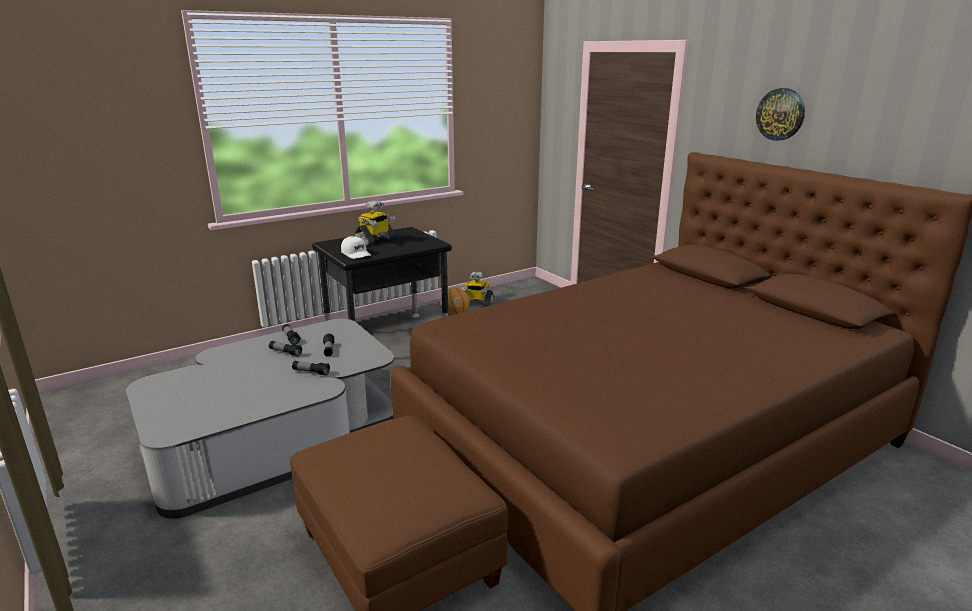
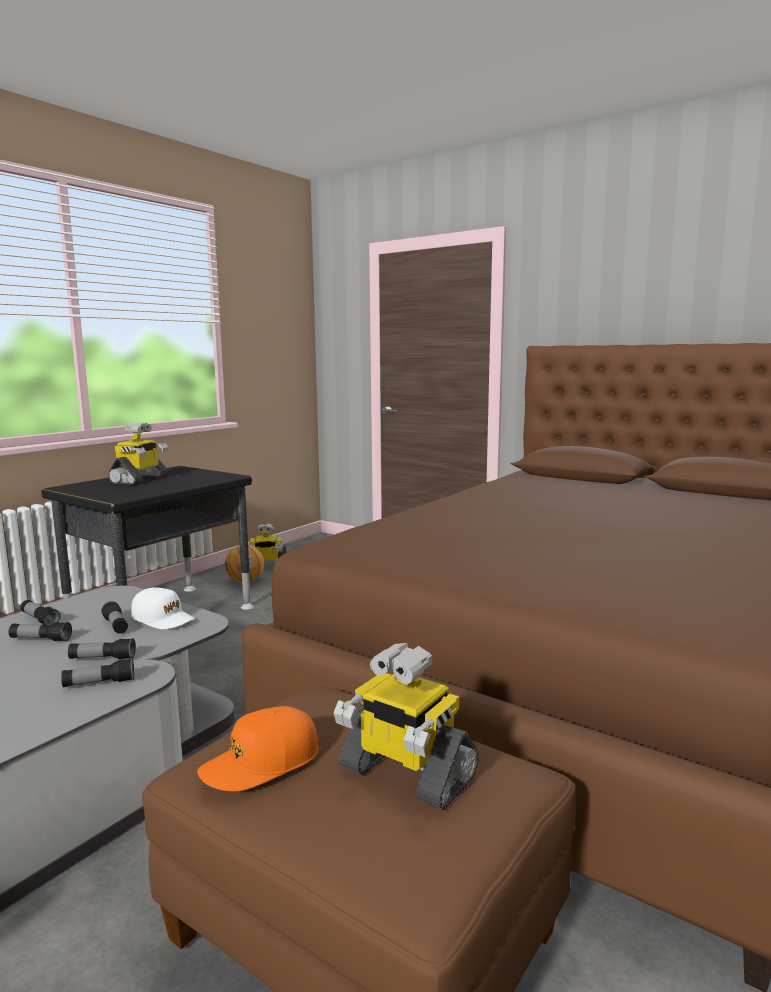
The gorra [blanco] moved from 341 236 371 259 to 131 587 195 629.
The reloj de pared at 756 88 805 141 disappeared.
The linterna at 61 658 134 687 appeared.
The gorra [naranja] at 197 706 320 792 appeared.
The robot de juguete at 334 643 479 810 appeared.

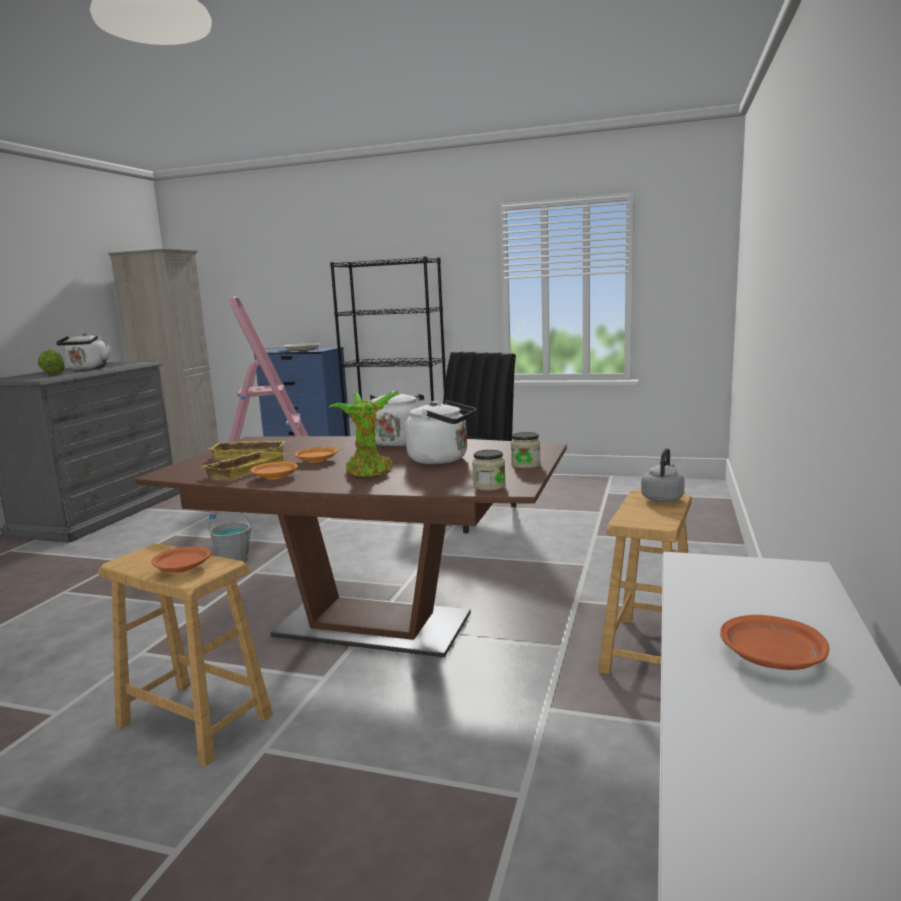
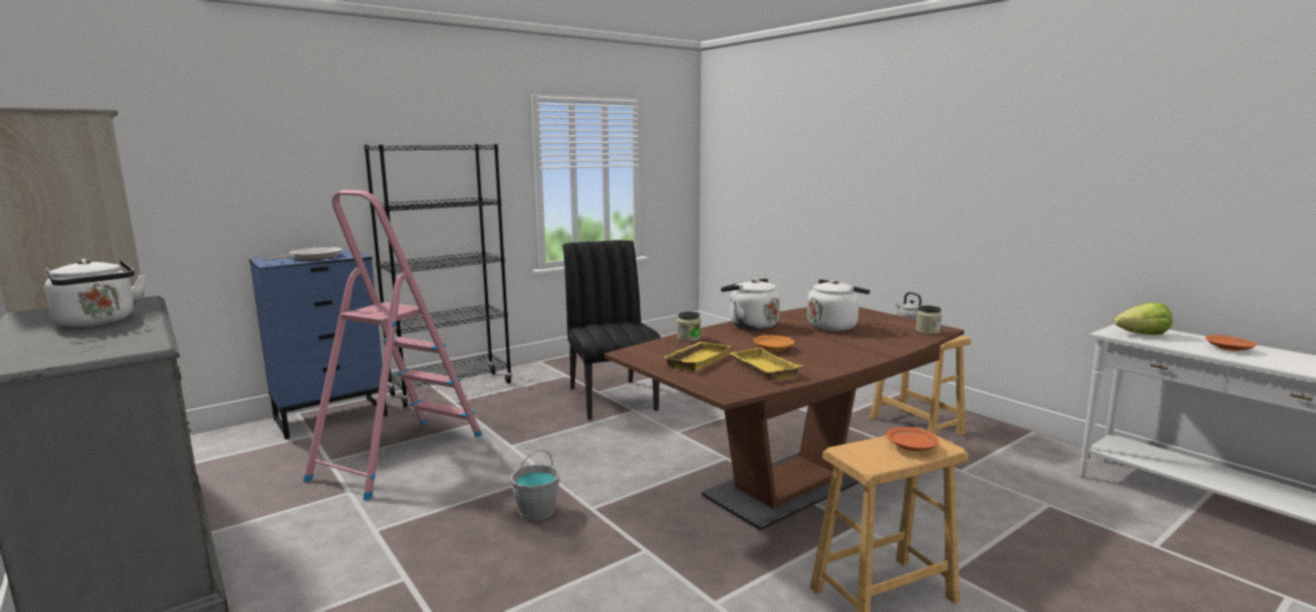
The lechuga moved from 38 350 65 375 to 1114 302 1172 335.
The plato [naranja] at 250 461 298 479 disappeared.
The planta en maceta at 328 392 400 477 disappeared.
The tarro moved from 511 432 541 469 to 677 312 701 342.

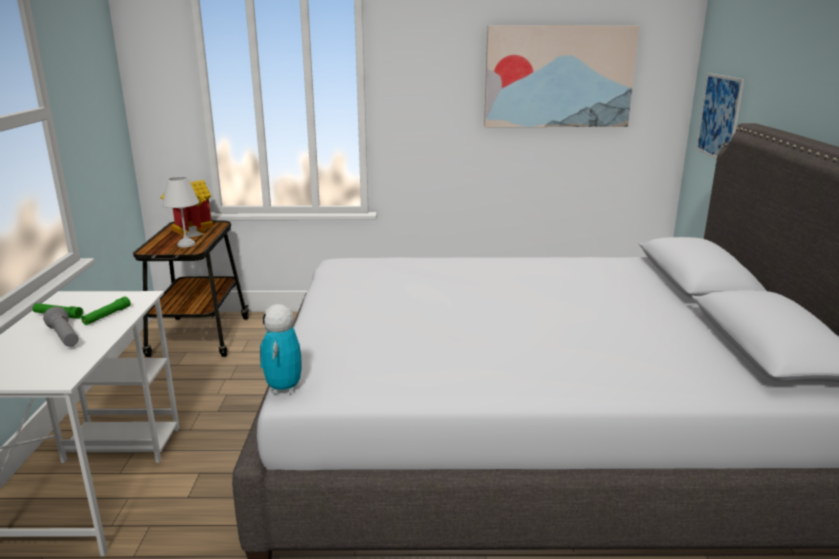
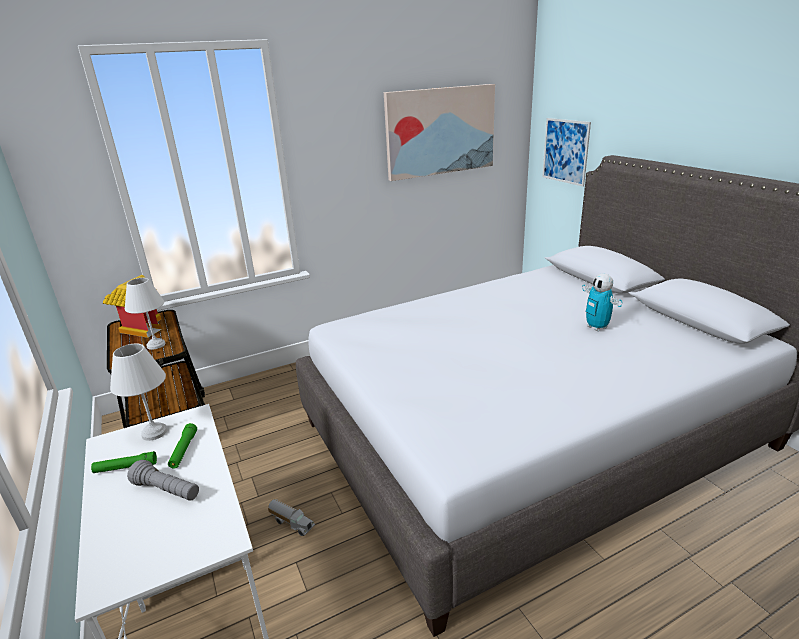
The robot de juguete moved from 260 304 301 393 to 582 273 622 331.
The lámpara de mesa [blanco] at 110 343 167 441 appeared.
The camión de juguete at 268 499 315 536 appeared.

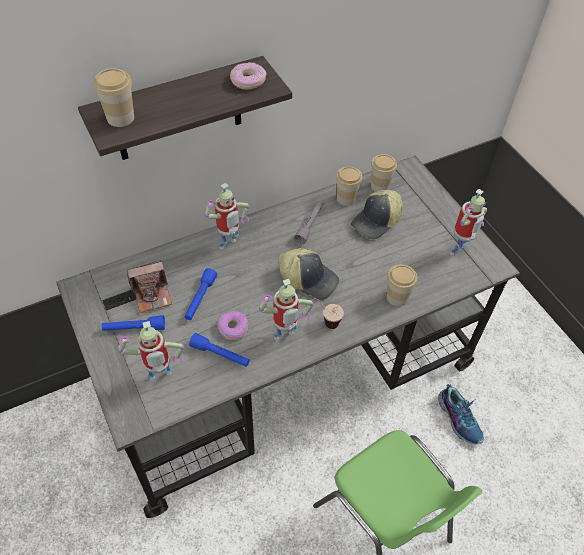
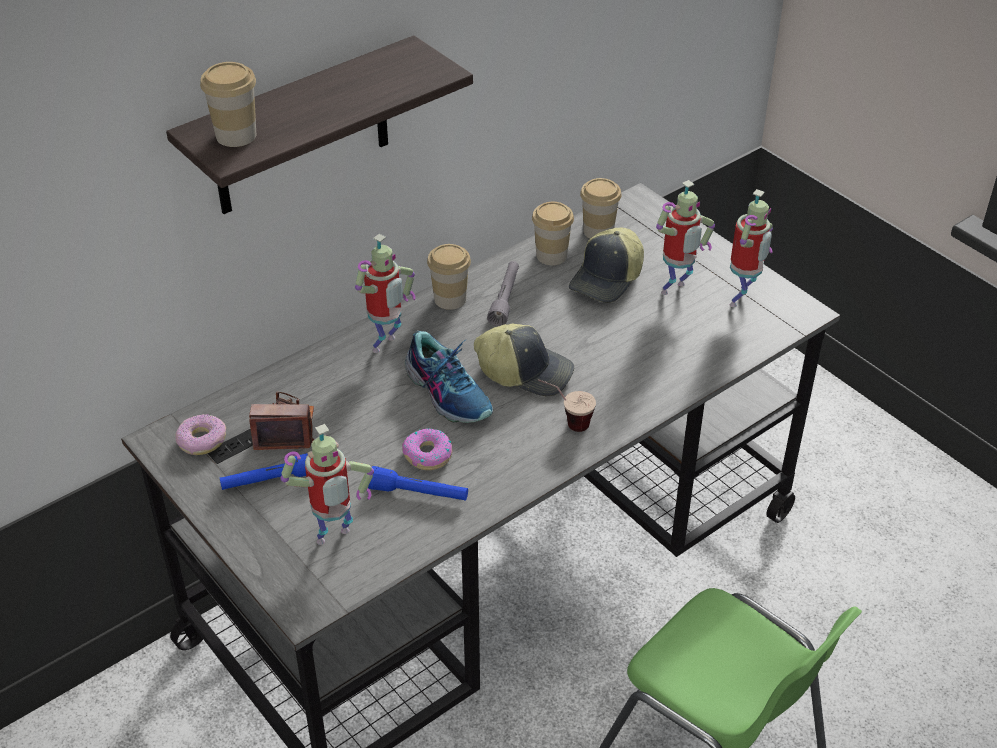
The cámara at 127 260 172 313 turned 150 degrees counterclockwise.
The linterna [azul] at 184 268 217 320 disappeared.
The rosquilla moved from 230 62 266 90 to 175 414 226 455.
The robot de juguete moved from 259 279 314 340 to 656 180 715 295.
The taza moved from 386 264 417 306 to 427 244 471 310.
The zapato moved from 438 384 484 444 to 405 331 493 423.

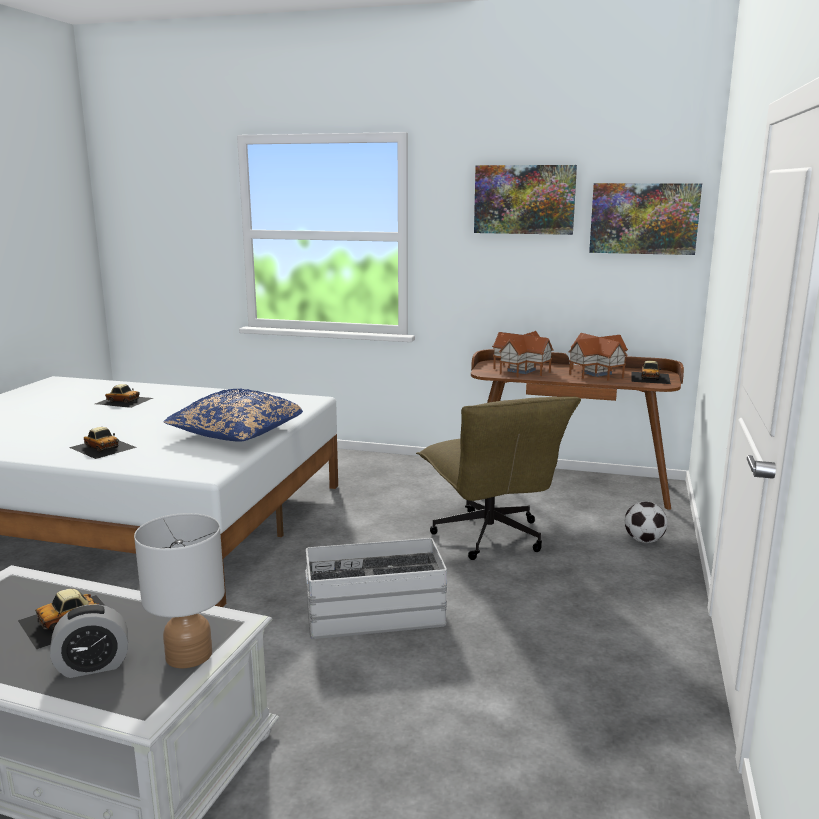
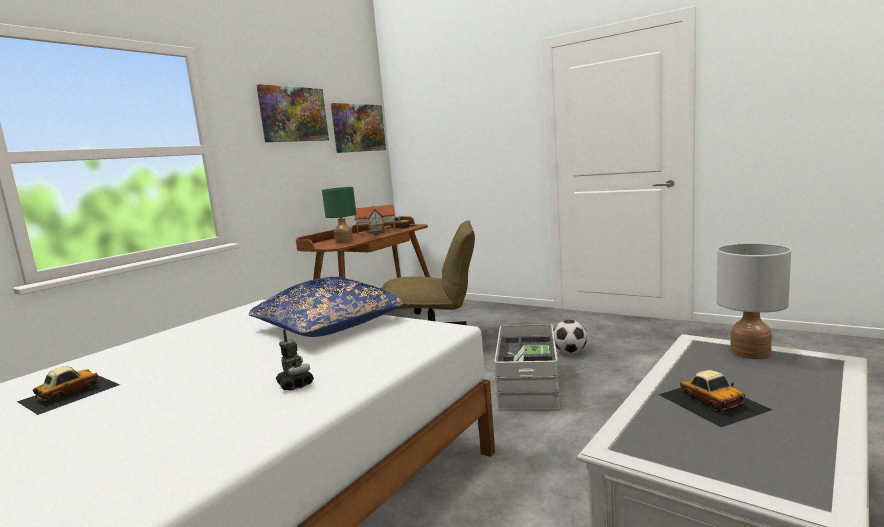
The despertador at 50 604 128 678 disappeared.
The coche de juguete at 69 427 137 459 was replaced by the robot de juguete at 276 329 314 390.
The casita at 492 331 553 377 was replaced by the lámpara de mesa [verde] at 322 187 356 243.
The balón de fútbol moved from 624 501 668 543 to 553 320 587 354.

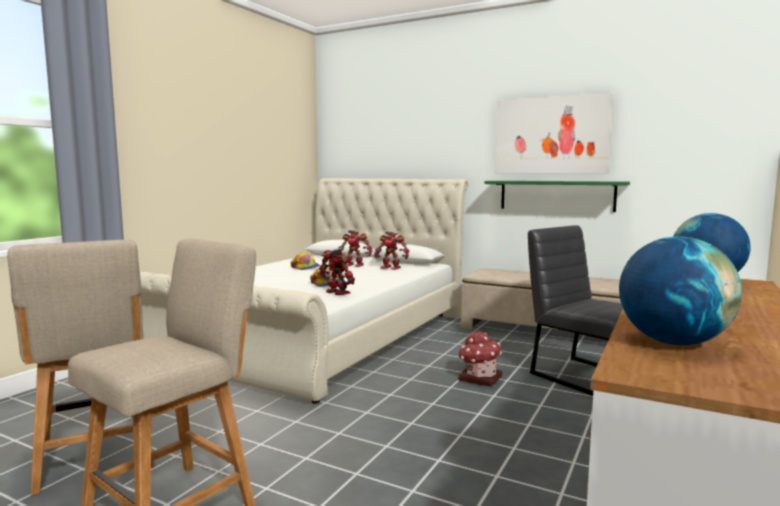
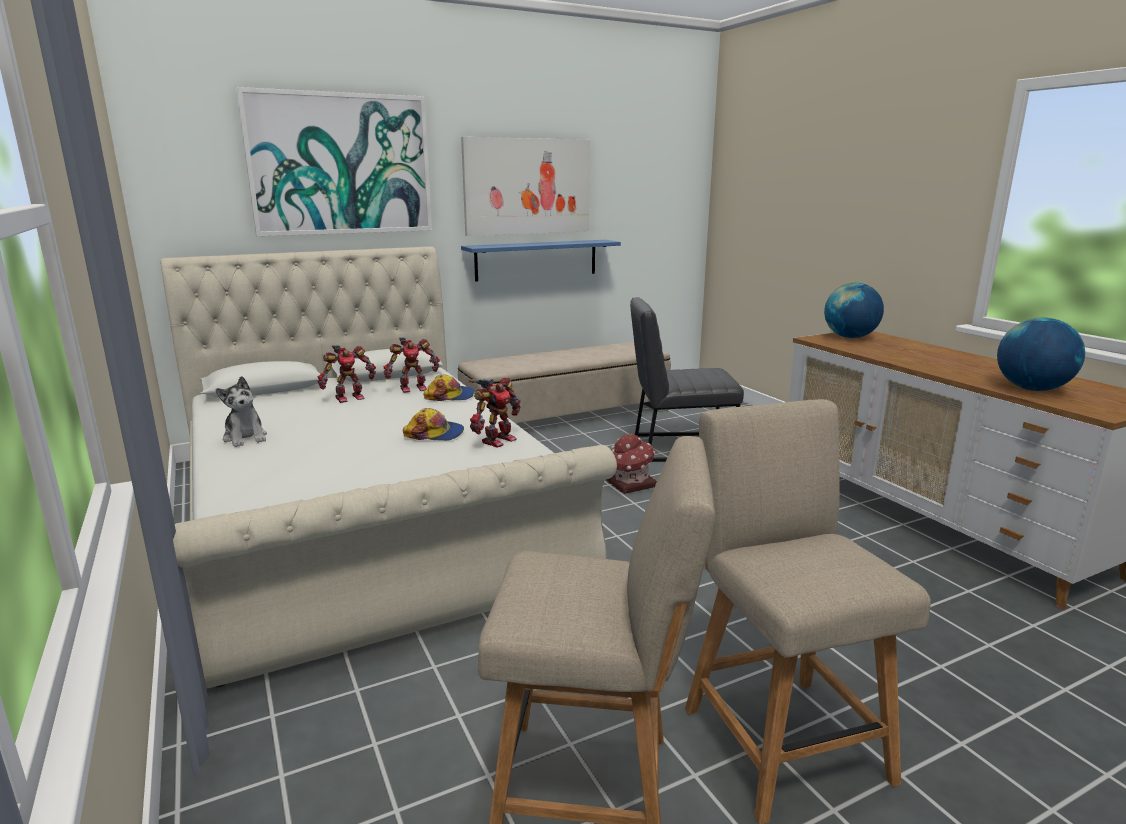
The gorra moved from 290 253 320 270 to 424 374 475 401.
The robot de juguete at 319 248 355 295 turned 135 degrees clockwise.
The estante [verde] at 484 181 630 212 became the estante [azul] at 461 240 621 282.
The peluche at 216 376 267 447 appeared.
The cuadro at 236 87 432 236 appeared.

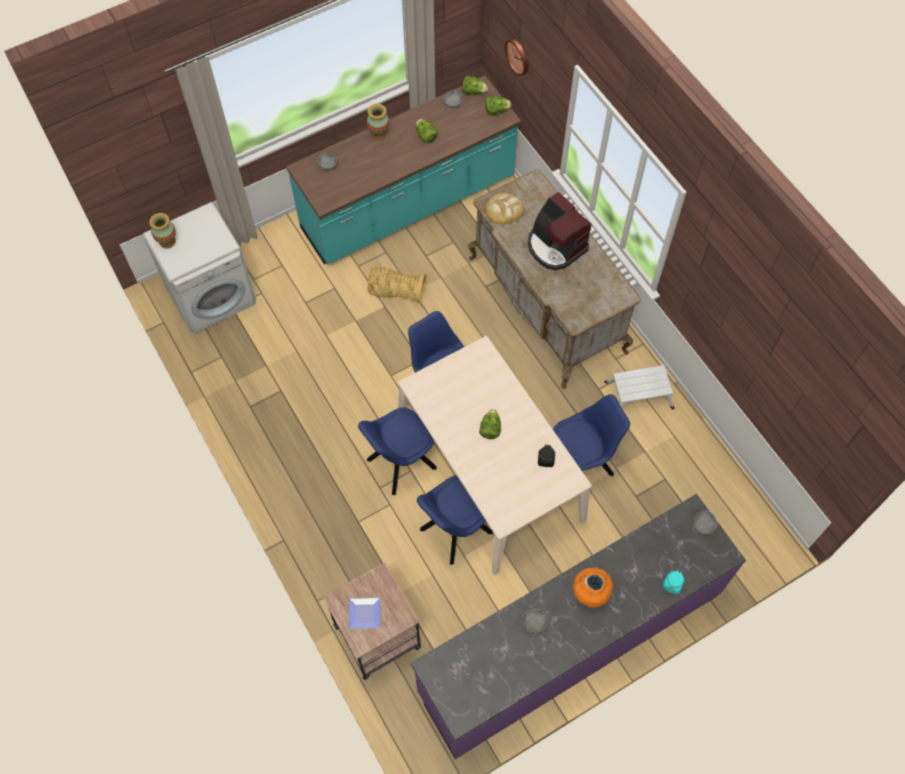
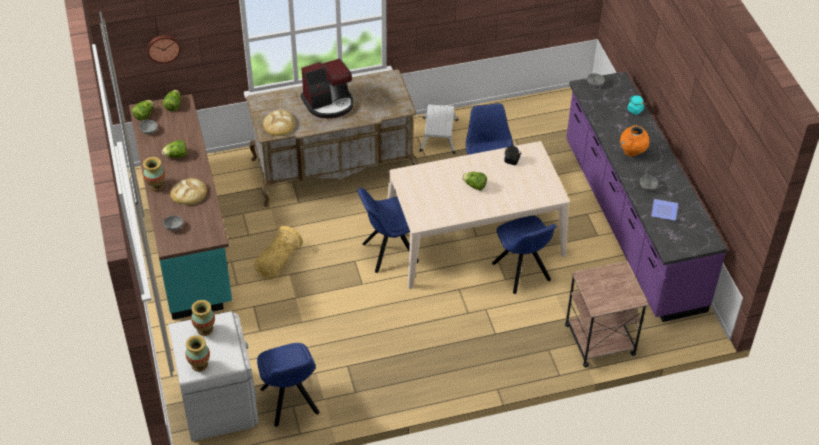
The plato moved from 349 598 380 629 to 651 199 678 221.
The silla [azul] moved from 358 407 437 495 to 257 343 319 427.
The pan at 170 178 207 205 appeared.
The florero at 191 300 215 336 appeared.

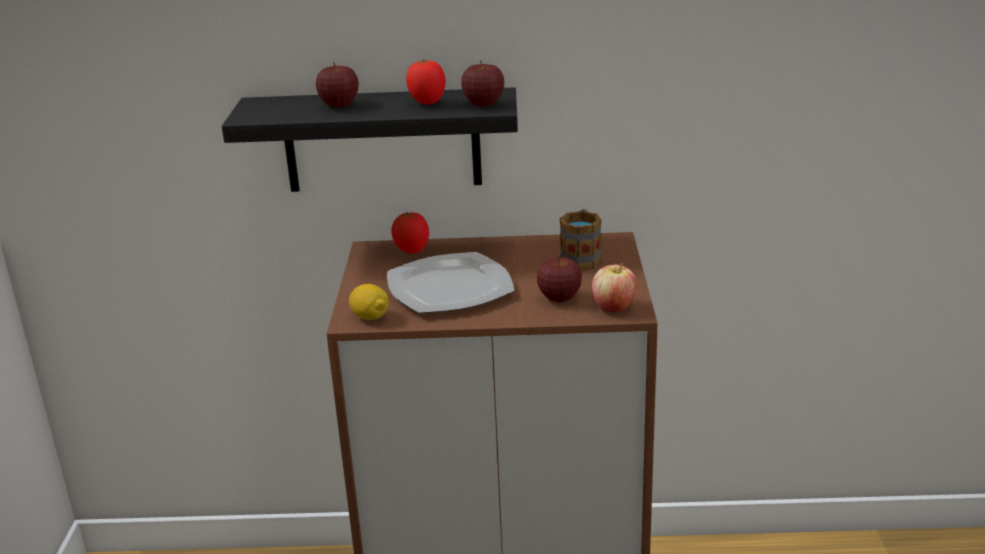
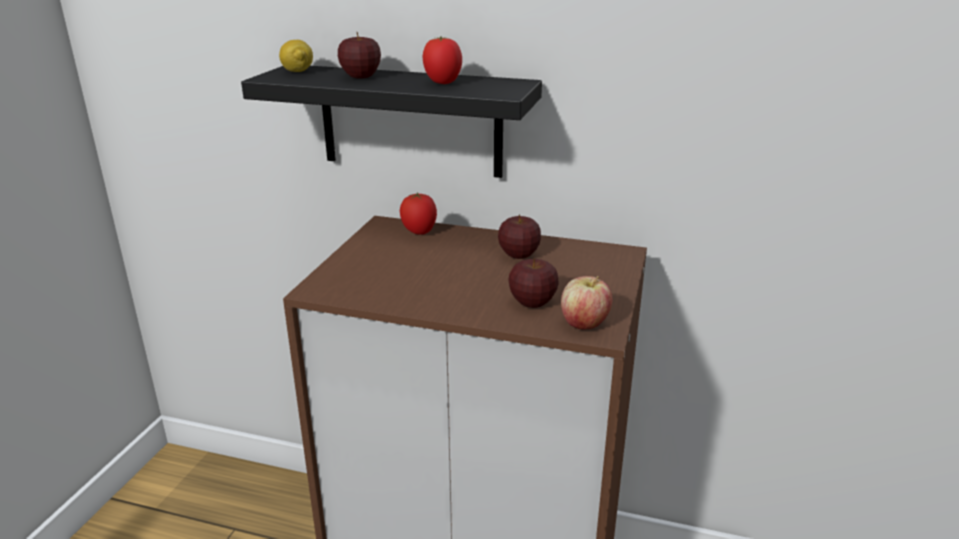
The limón moved from 349 284 389 320 to 279 40 313 72.
The plato at 387 252 515 313 disappeared.
The manzana moved from 461 60 504 106 to 498 214 541 259.
The taza grande at 559 209 602 271 disappeared.

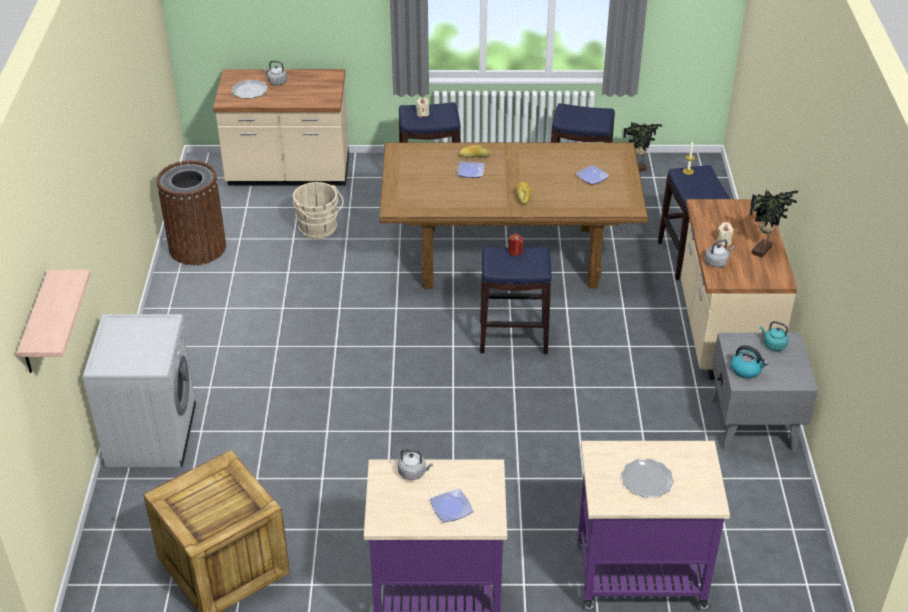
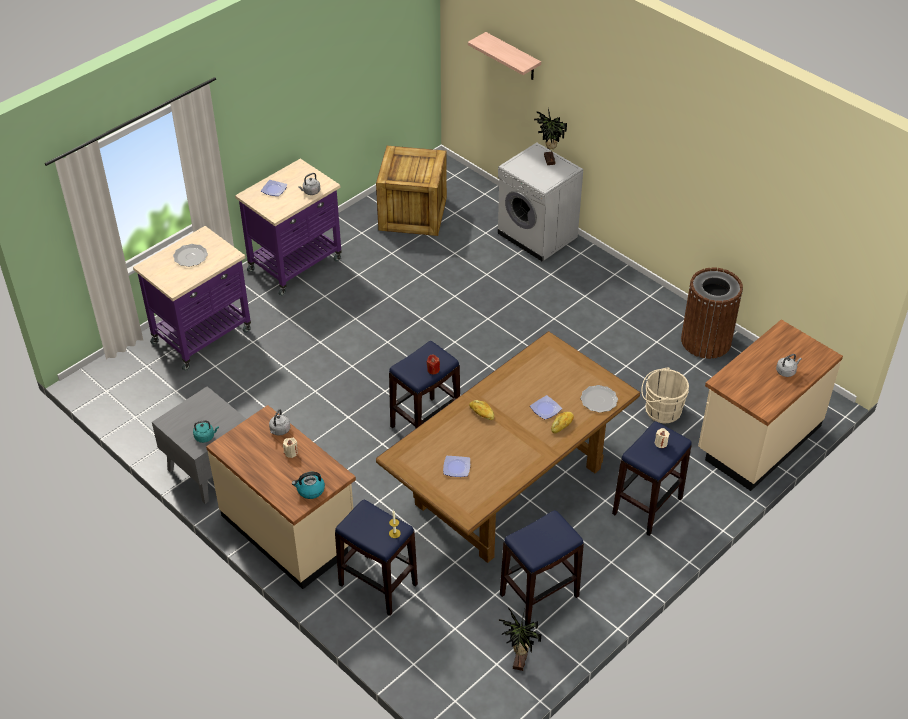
The plato moved from 231 79 268 99 to 580 385 618 413.
The hervidor moved from 731 345 768 378 to 292 472 325 499.
The planta en maceta moved from 749 190 798 258 to 534 109 567 165.

